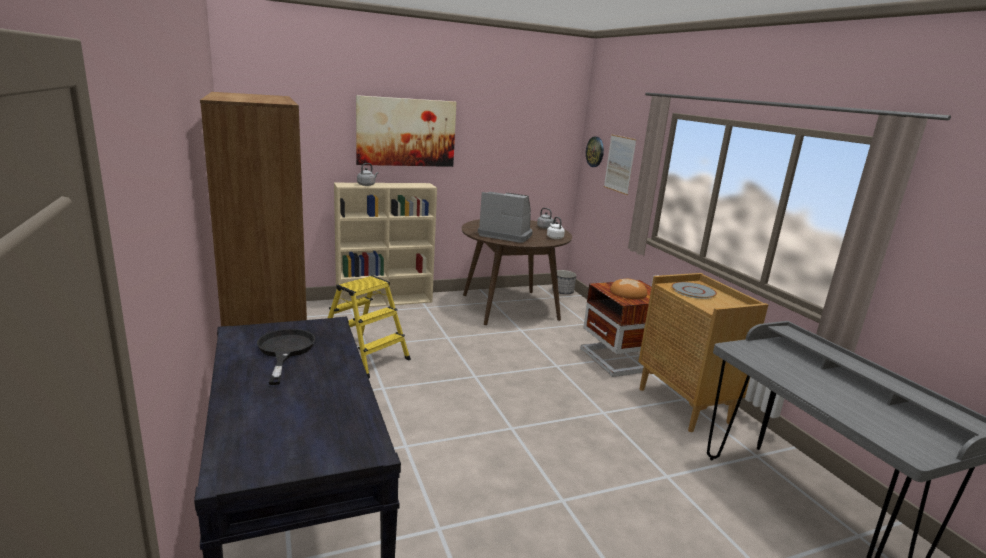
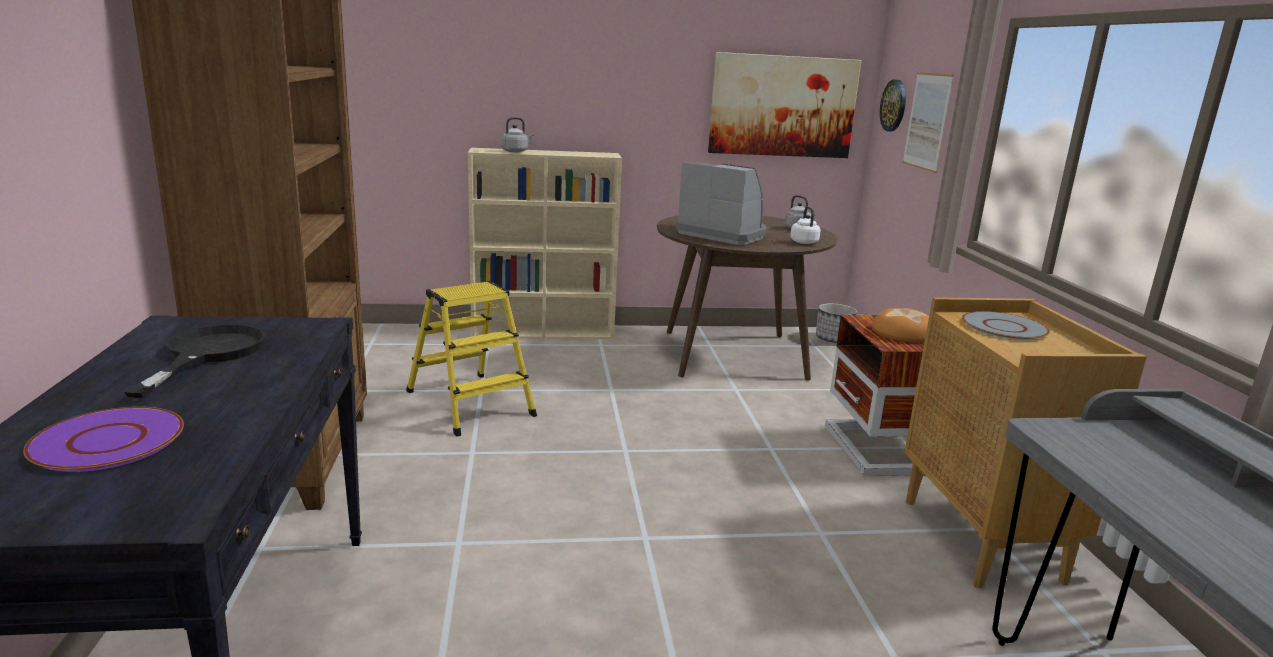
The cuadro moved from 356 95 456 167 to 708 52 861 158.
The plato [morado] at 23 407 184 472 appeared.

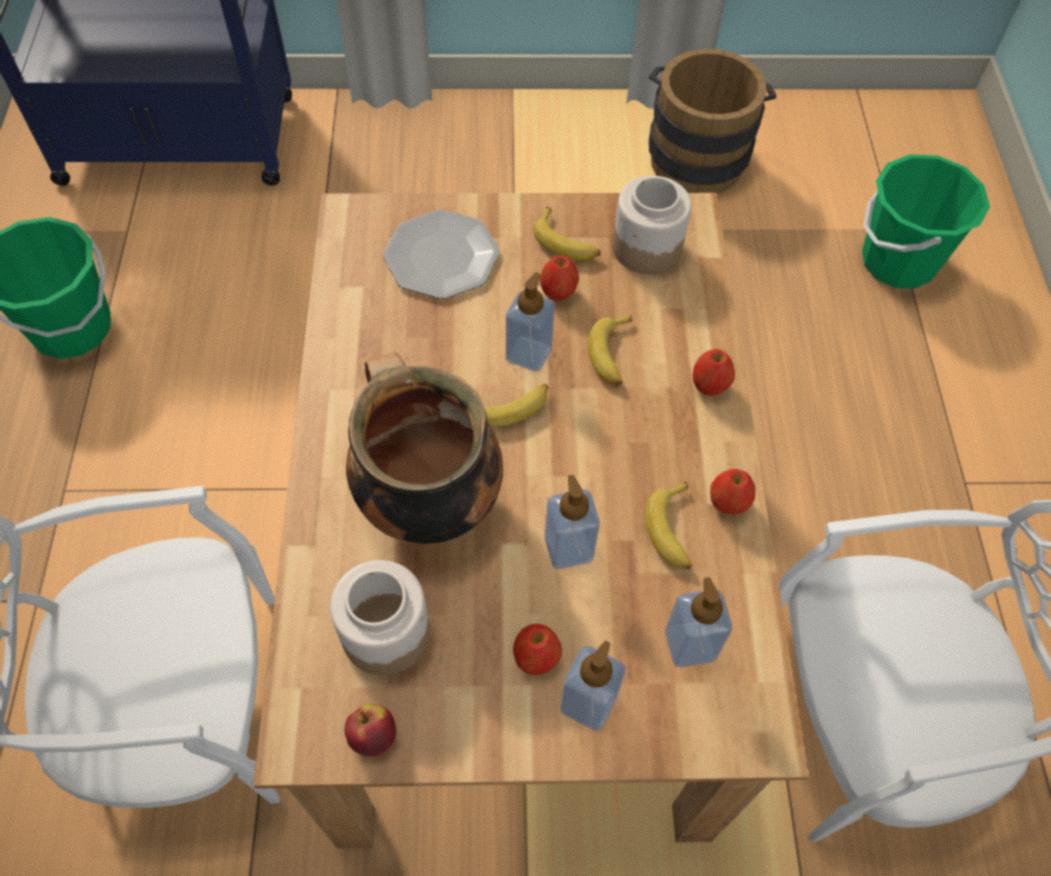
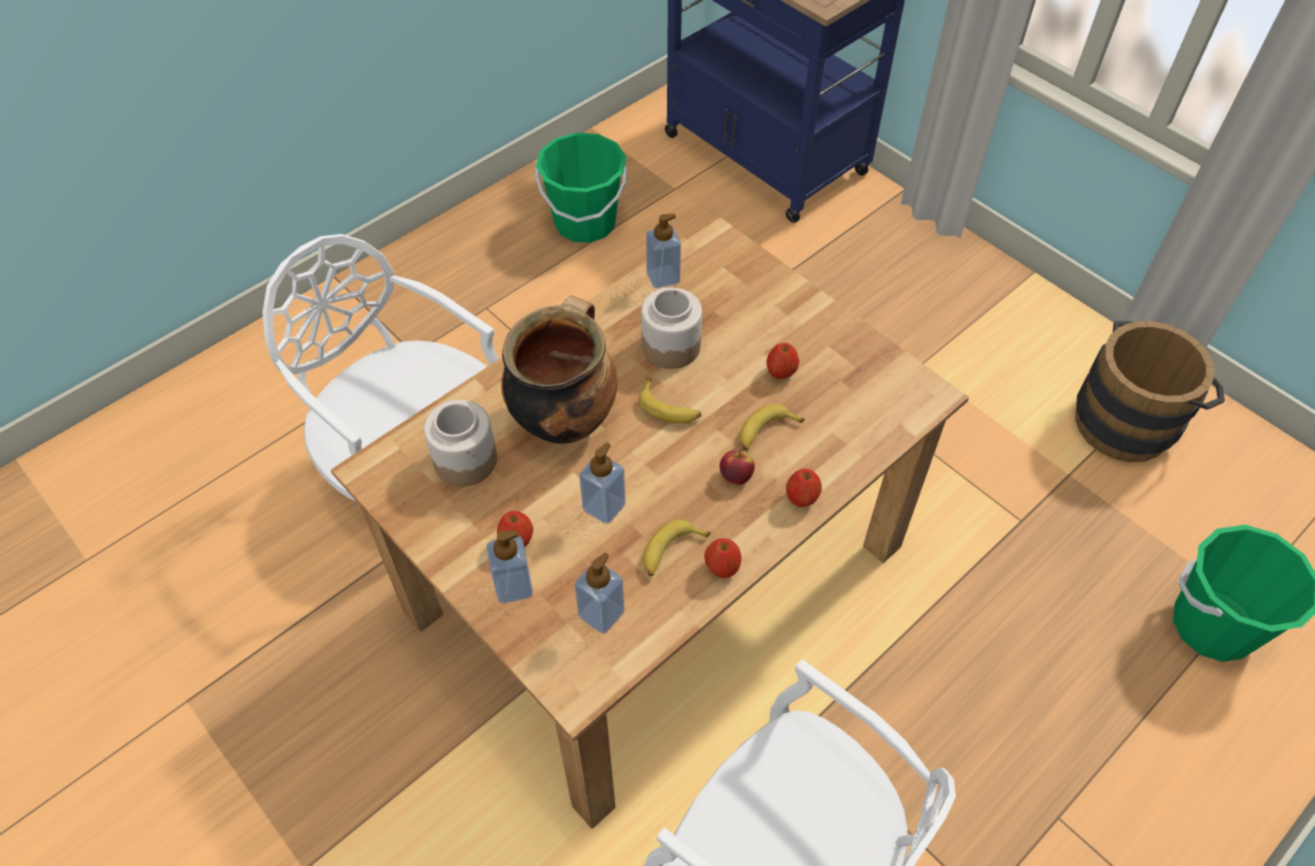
The manzana moved from 344 704 396 756 to 720 450 755 485.
The plato at 383 210 500 299 disappeared.
The dispensador de jabón moved from 506 272 555 372 to 646 214 681 289.
The plátano at 533 207 601 261 disappeared.
The tarro moved from 613 176 691 274 to 641 288 702 369.

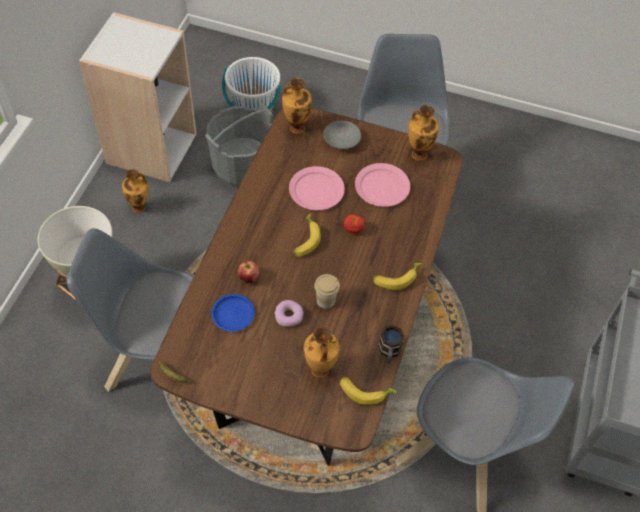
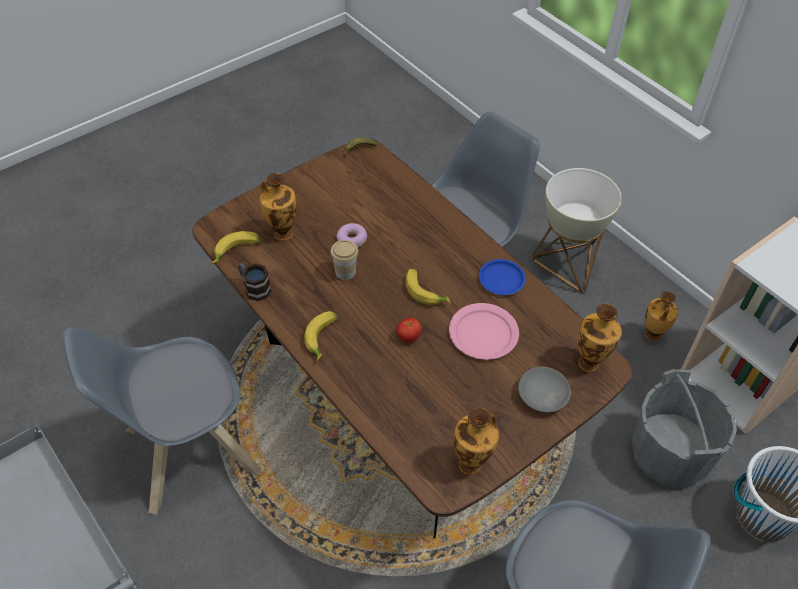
The plato [azul] moved from 211 294 255 332 to 479 259 526 295.
The manzana at 238 261 259 283 disappeared.
The plato [rosa] at 355 163 410 207 disappeared.

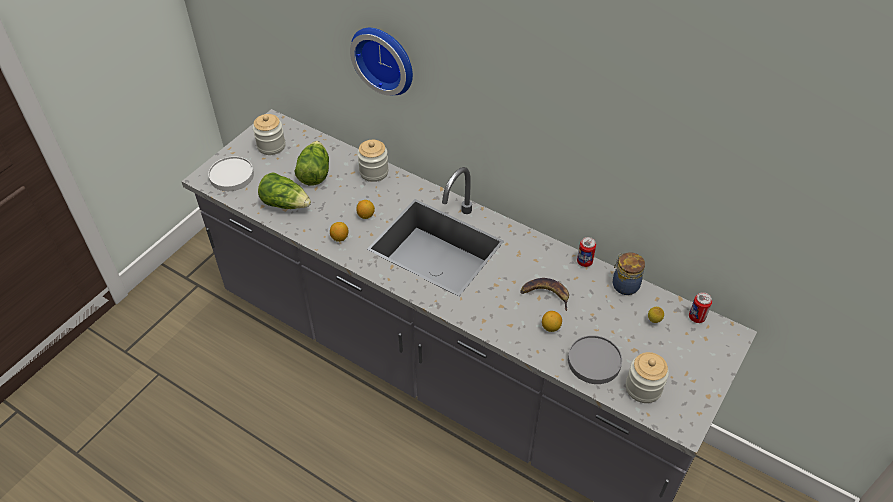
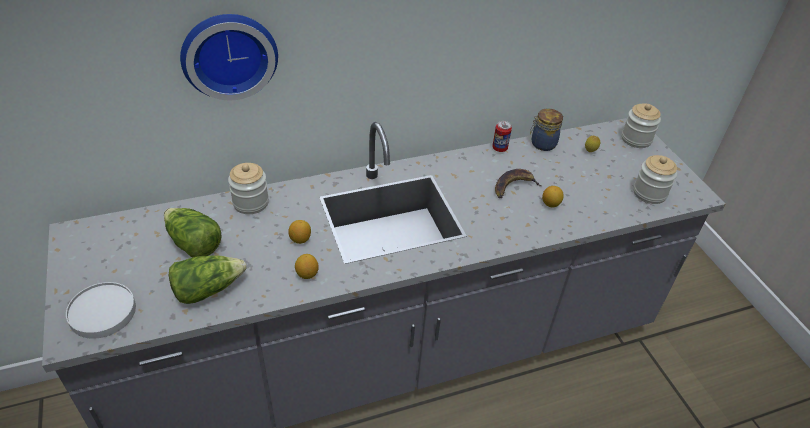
The tarro moved from 253 114 285 155 to 621 103 661 148.
The plato [gris] at 568 335 622 384 disappeared.
The lata at 689 292 712 323 disappeared.

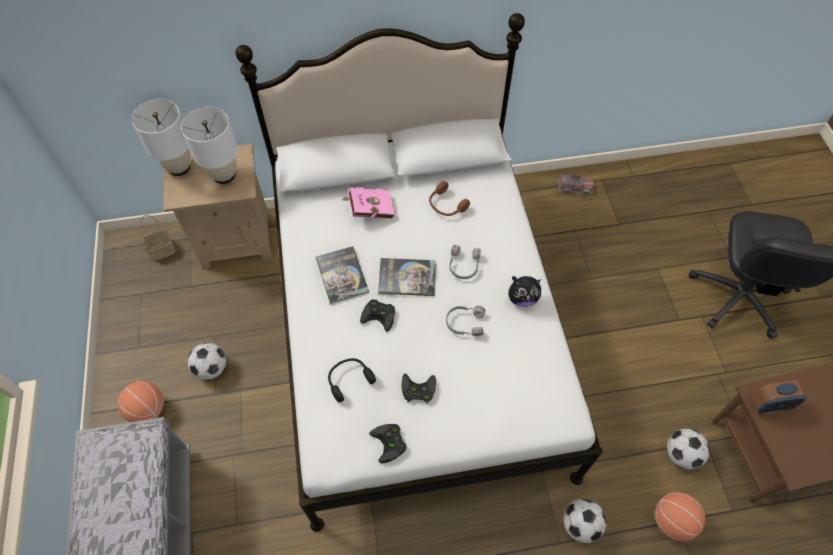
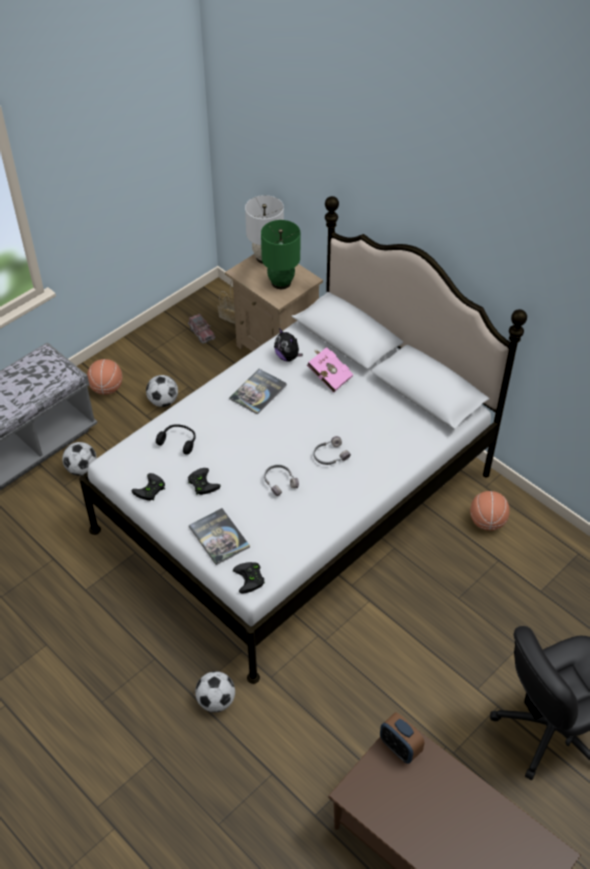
The lámpara de mesa [blanco] at 181 107 238 184 became the lámpara de mesa [verde] at 261 220 300 289.
The mando de consola [negro] moved from 360 300 395 331 to 233 562 265 593.
The libro moved from 378 258 436 296 to 189 508 250 565.
The auriculares [marrón] at 429 181 470 216 disappeared.
The peluche moved from 508 276 541 307 to 274 328 303 361.
The camión de juguete moved from 558 174 593 195 to 188 313 215 344.
The balón de baloncesto moved from 655 492 705 542 to 470 491 510 531.
The balón de fútbol moved from 667 429 710 469 to 62 442 97 476.

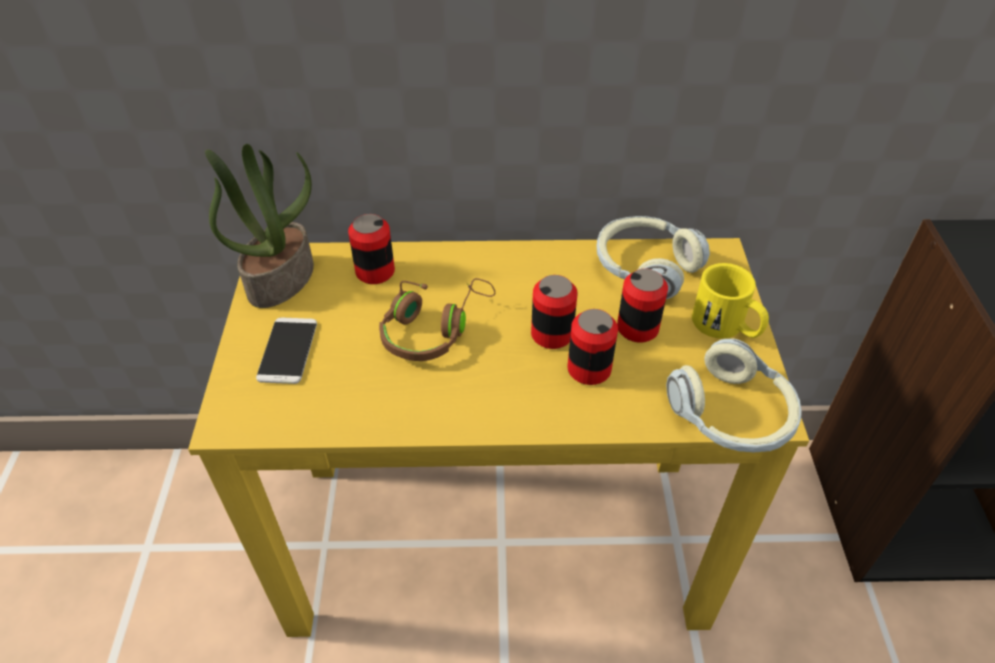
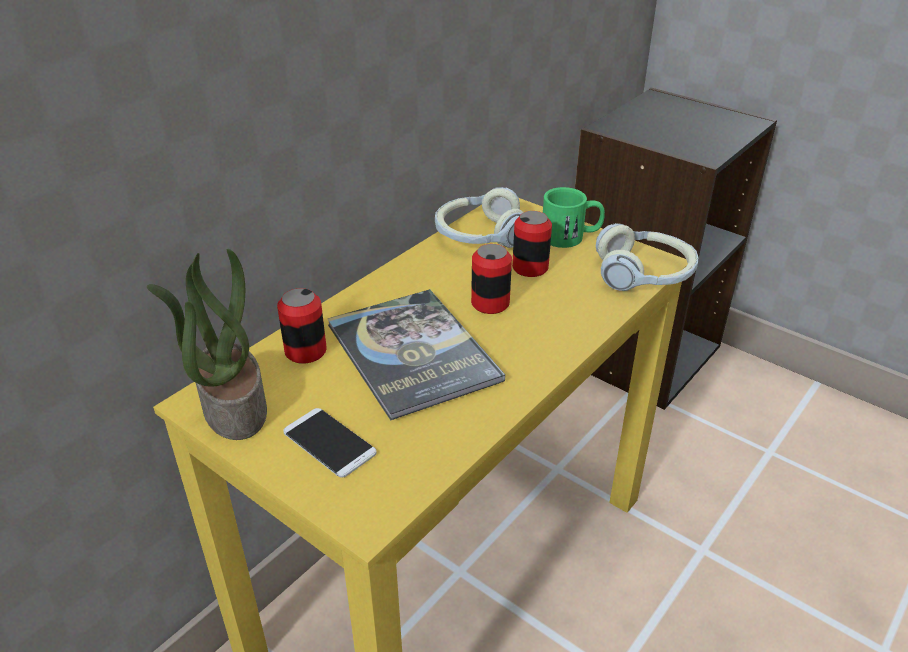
The auriculares [marrón] at 379 278 495 361 was replaced by the libro at 327 289 505 421.
The lata at 567 309 618 385 disappeared.
The taza grande [amarillo] at 692 263 769 339 became the taza grande [verde] at 543 187 605 248.

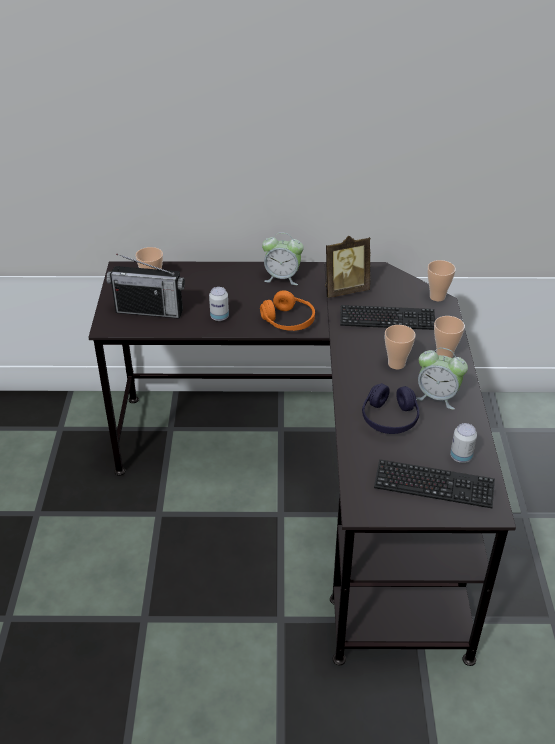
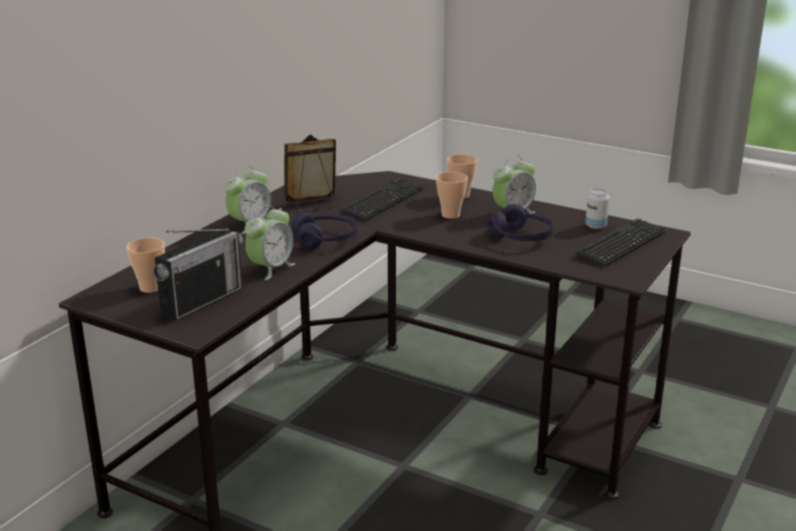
The lata at 209 287 229 321 was replaced by the despertador at 245 204 295 280.
The auriculares [naranja] at 260 290 315 331 became the auriculares [morado] at 292 212 357 249.
The portarretratos at 325 236 370 298 turned 120 degrees counterclockwise.
The taza at 427 260 456 301 disappeared.

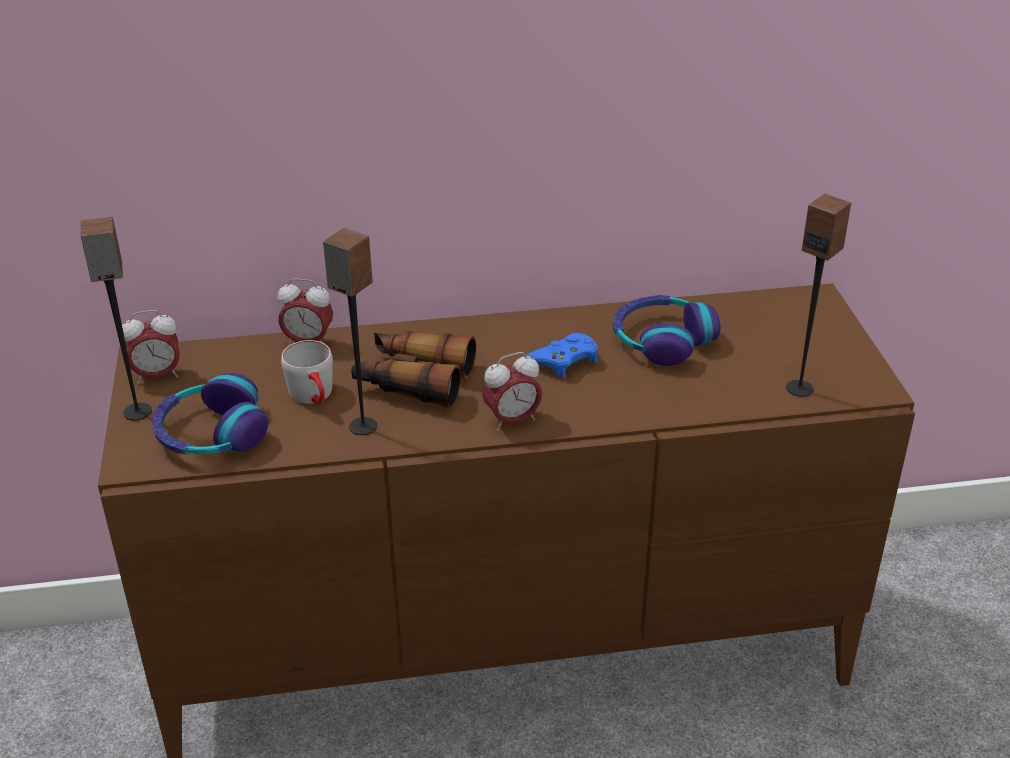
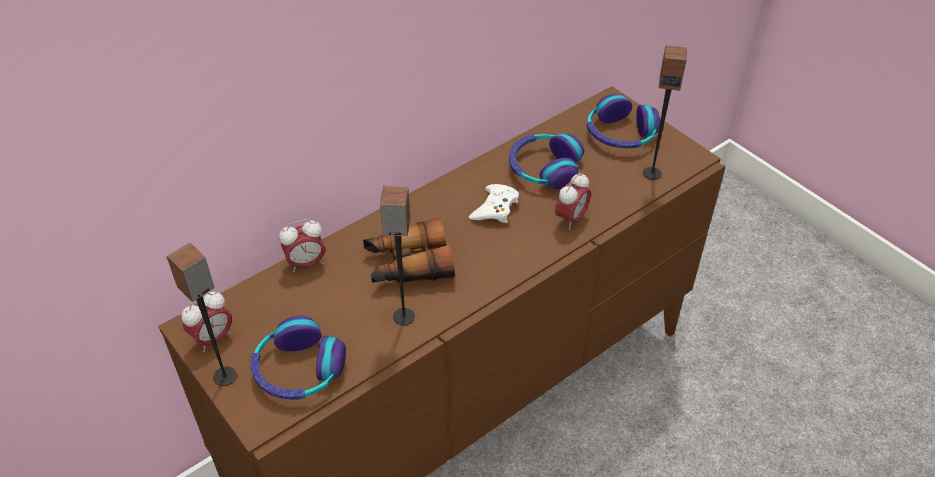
The taza grande [gris] at 281 340 333 404 disappeared.
The despertador moved from 482 352 542 431 to 555 173 591 230.
The mando de consola [azul] at 526 333 599 378 became the mando de consola [blanco] at 469 184 519 223.
The auriculares at 587 94 660 148 appeared.

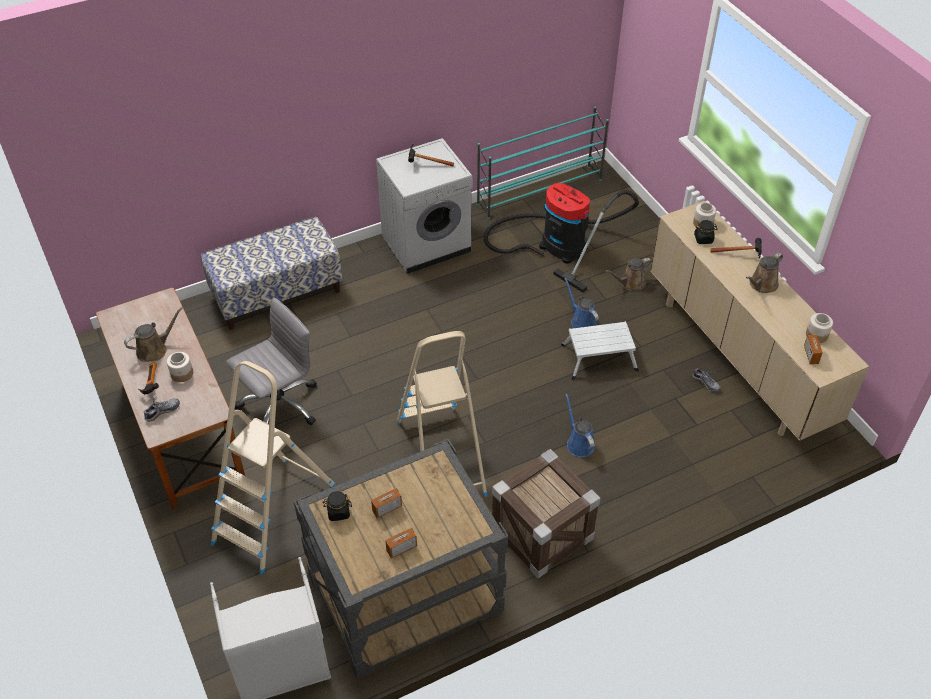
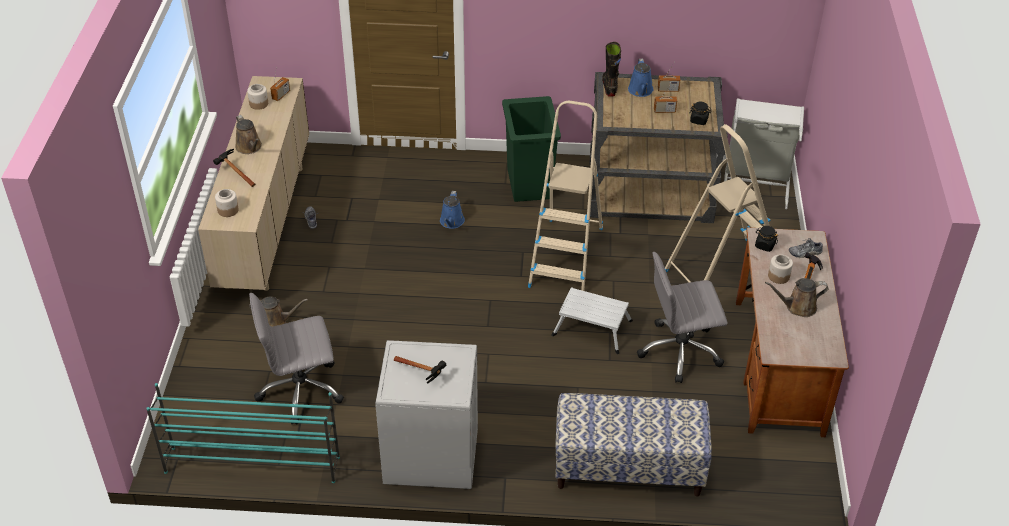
The aspiradora at 484 183 639 293 was replaced by the silla de oficina [gris] at 249 293 344 424.
The caja de embalaje at 492 449 600 578 was replaced by the papelera [verde] at 502 96 561 202.
The escalera de tijera [blanco] moved from 561 321 639 380 to 551 287 633 354.
The regadera [azul] moved from 565 278 599 328 to 628 58 653 97.
The tarro [negro] moved from 694 220 718 244 to 755 226 778 252.
The regadera [marrón] at 746 253 783 293 turned 75 degrees clockwise.
The bota [negro] at 602 42 621 97 appeared.

